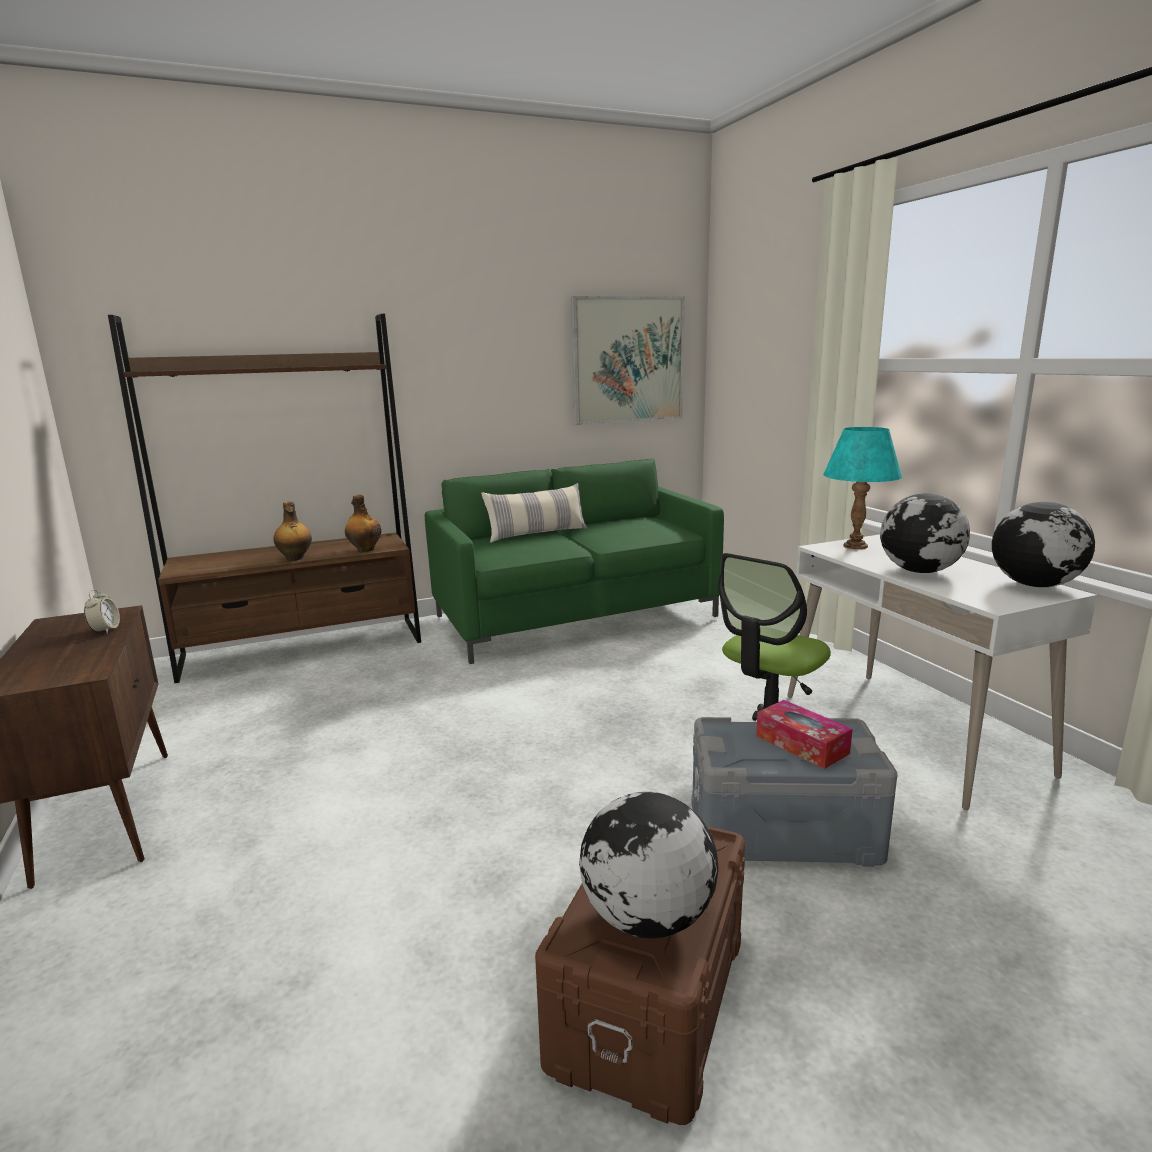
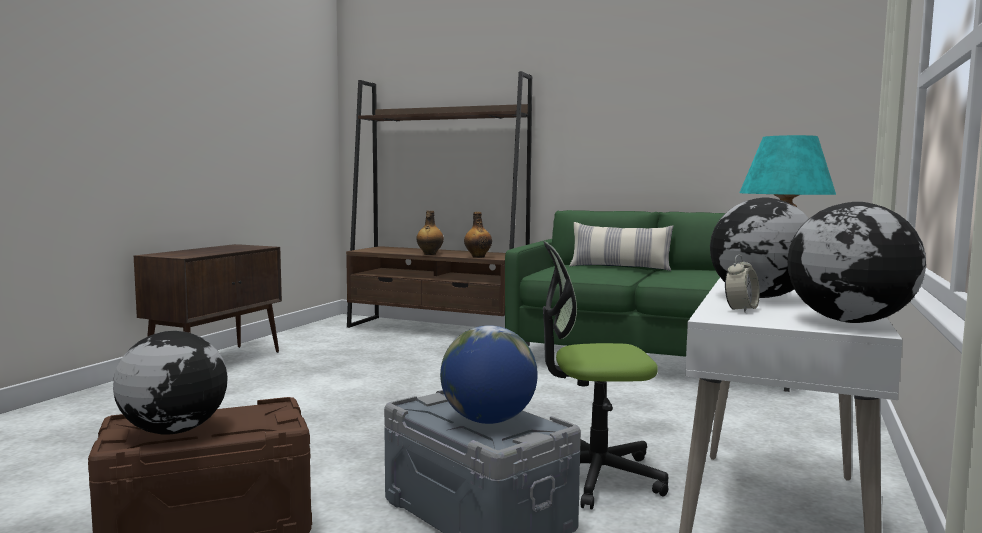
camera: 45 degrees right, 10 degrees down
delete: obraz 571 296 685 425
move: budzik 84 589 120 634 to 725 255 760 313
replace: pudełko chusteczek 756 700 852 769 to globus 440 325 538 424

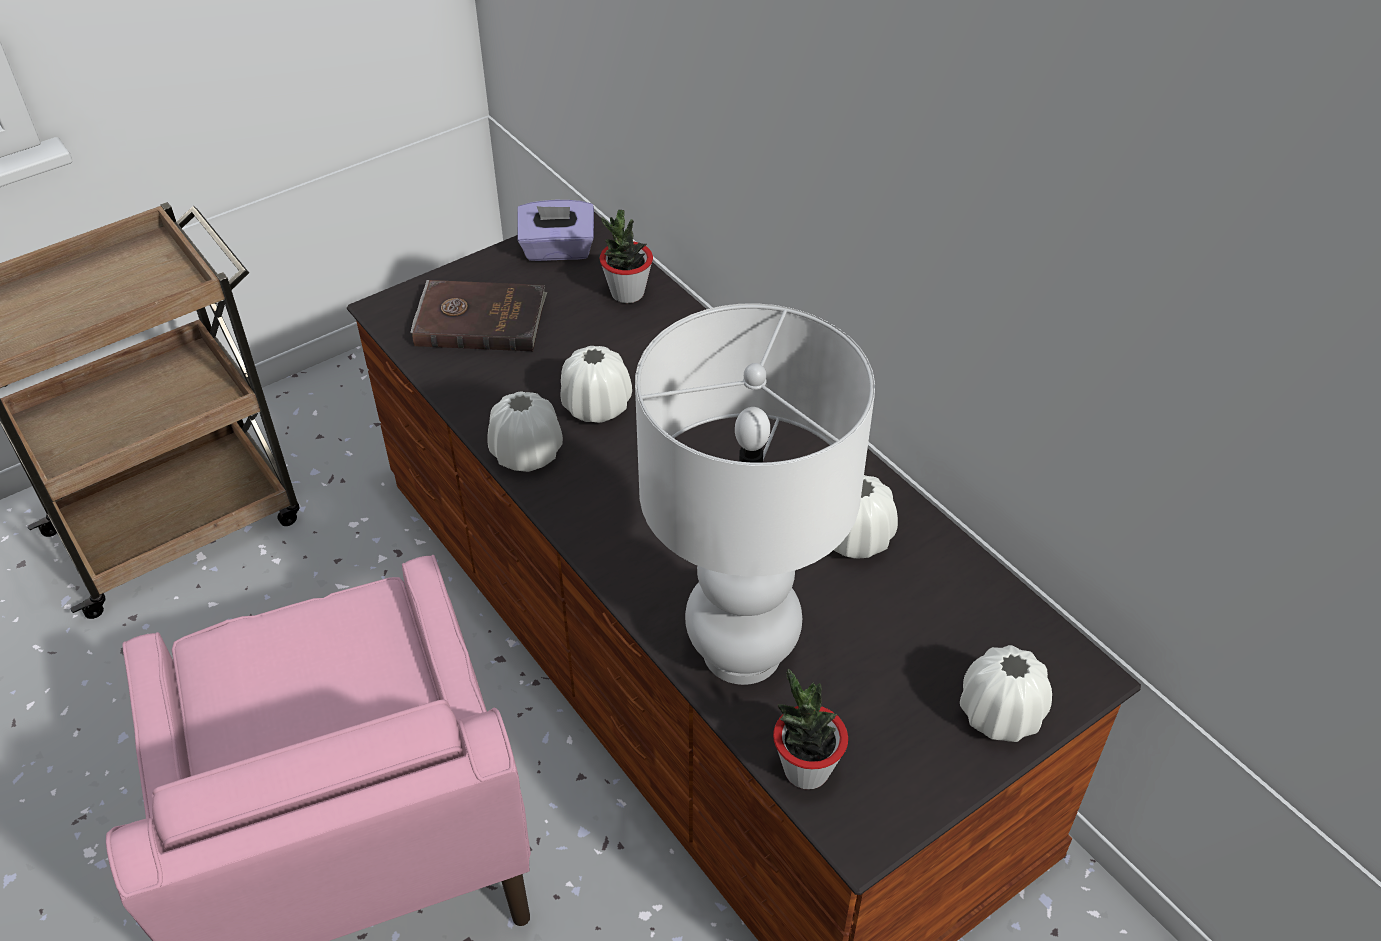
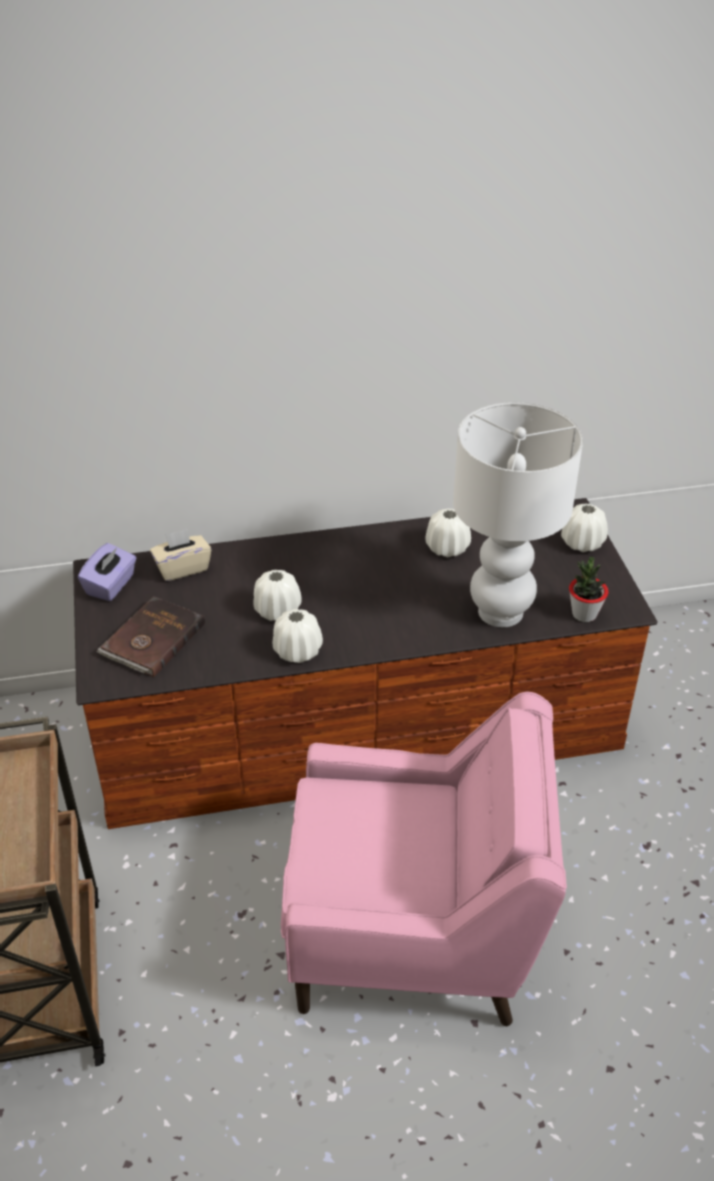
camera: 65 degrees left, 5 degrees down
replace: roślina doniczkowa 600 210 653 303 to pudełko chusteczek (beżowy) 150 529 212 581

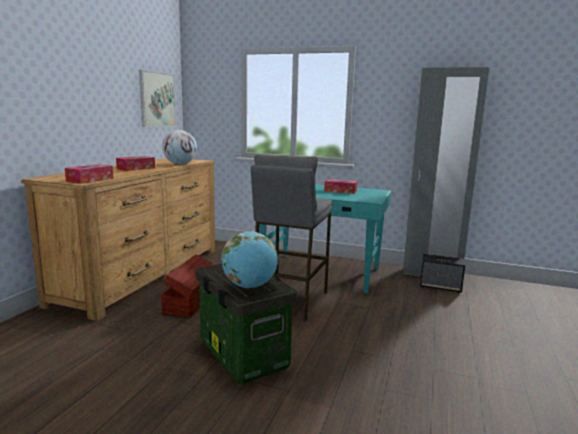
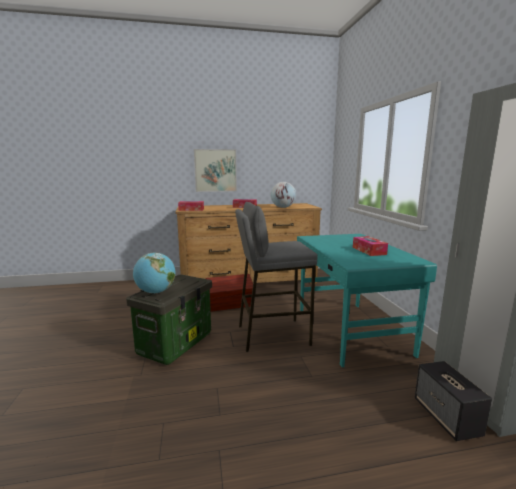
camera: 60 degrees right, 0 degrees up
move: obraz 139 70 176 127 to 194 149 237 192

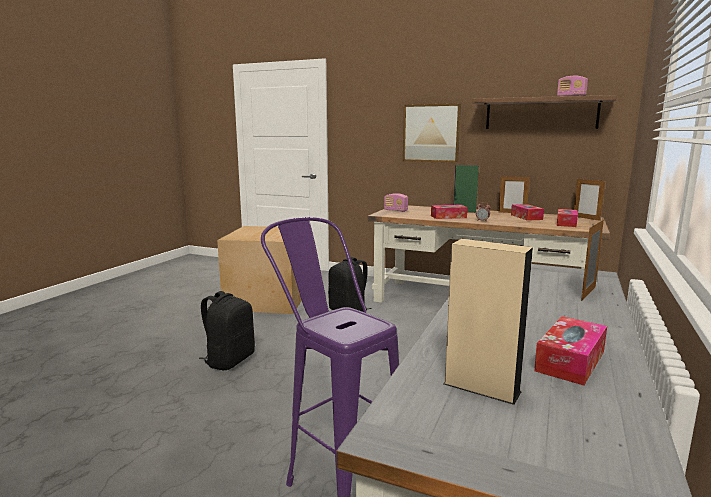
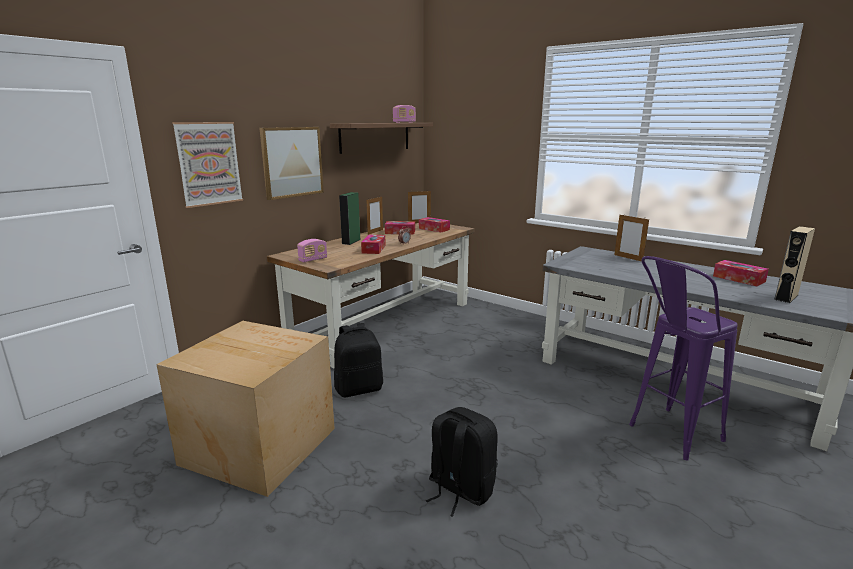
camera: 75 degrees left, 5 degrees up
insert: obraz 172 122 243 208

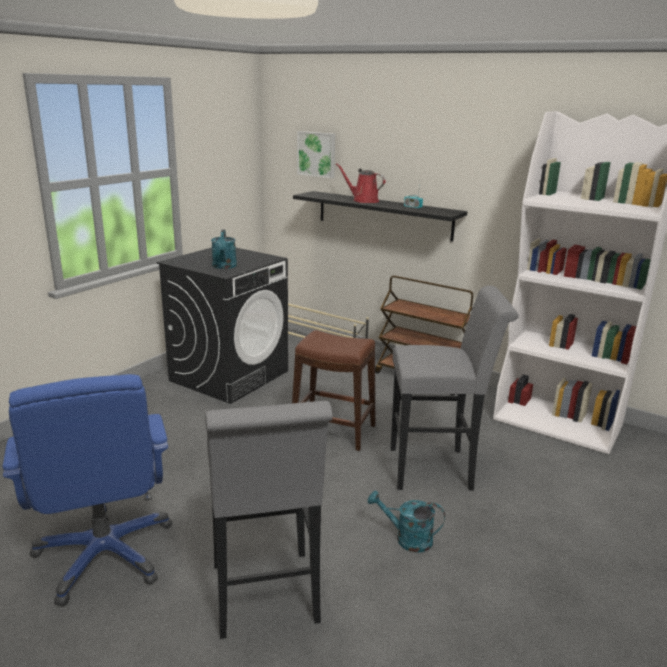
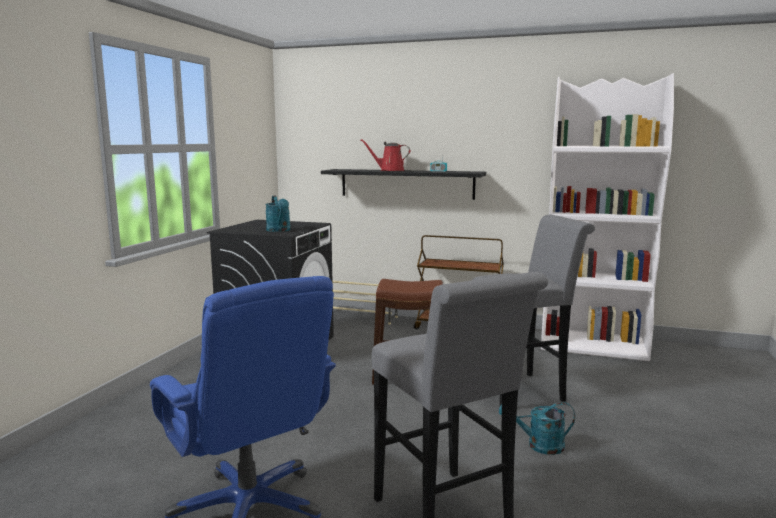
camera: 15 degrees left, 10 degrees down
delete: obraz 297 131 335 178

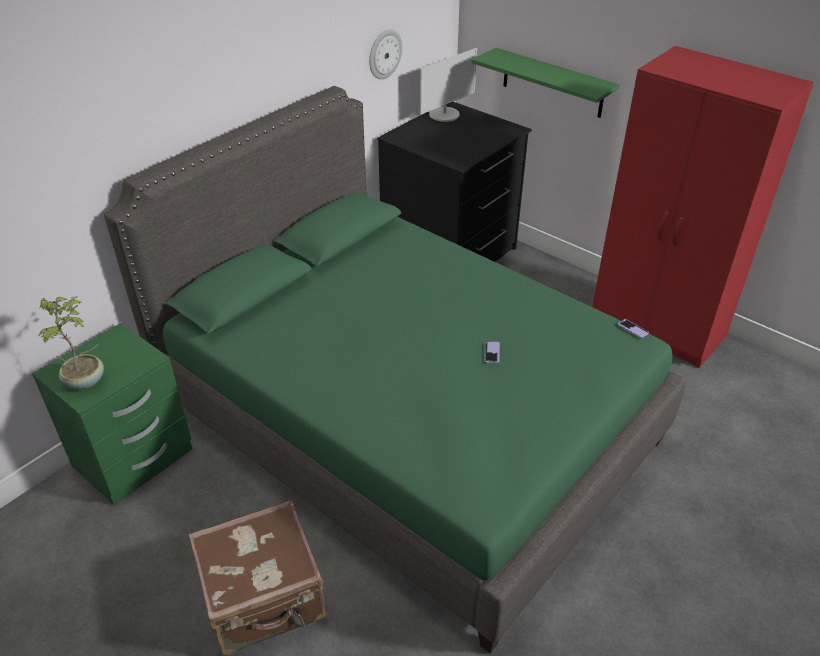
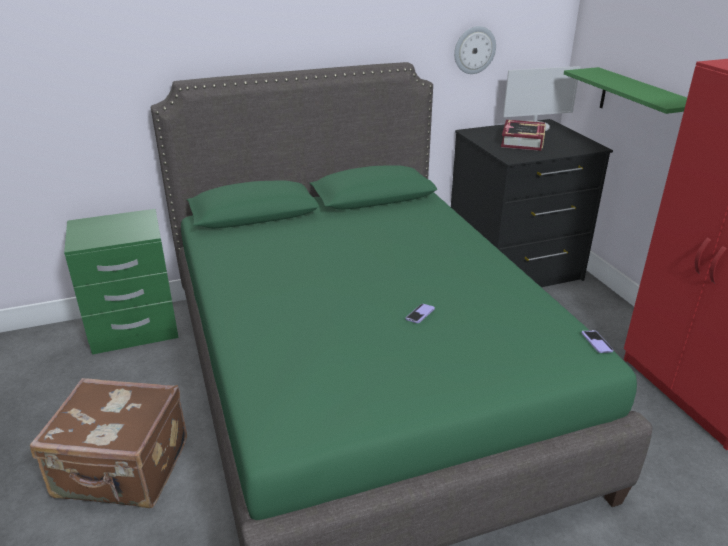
camera: 30 degrees right, 10 degrees down
delete: roślina doniczkowa 38 296 104 390
insert: książka 501 120 546 151

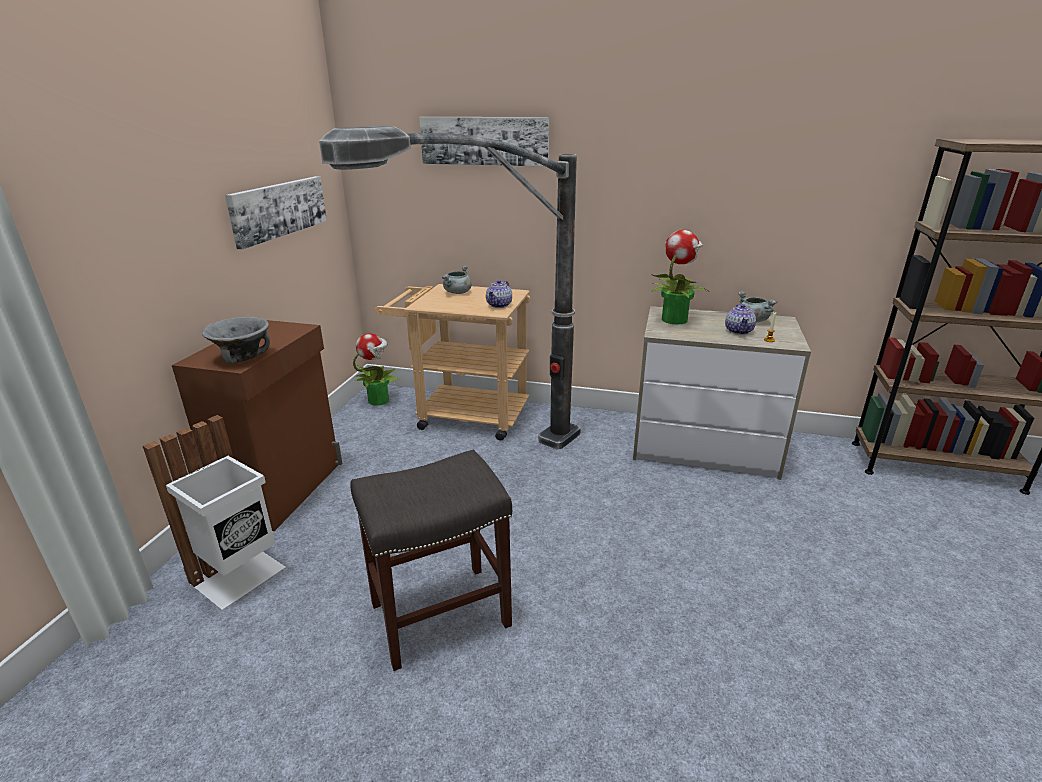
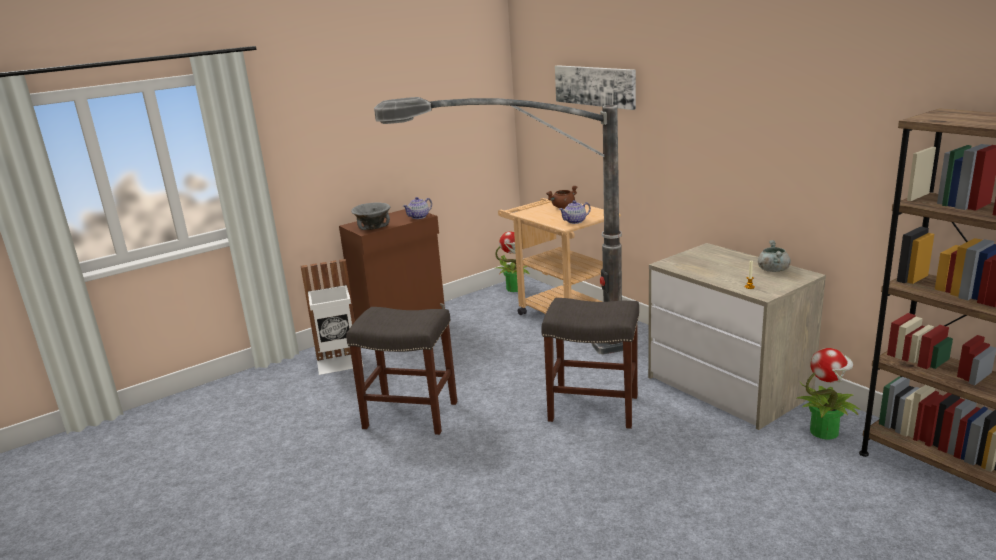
camera: 40 degrees right, 5 degrees down
delete: obraz 225 176 327 249
insert: stołek (szary) 541 298 639 429
move: roślina doniczkowa 651 230 708 324 to 796 348 860 439; imbryk 725 304 756 335 to 403 197 432 219
recolor: garnek (szary) 442 265 471 294 to garnek (brązowy) 546 186 578 209

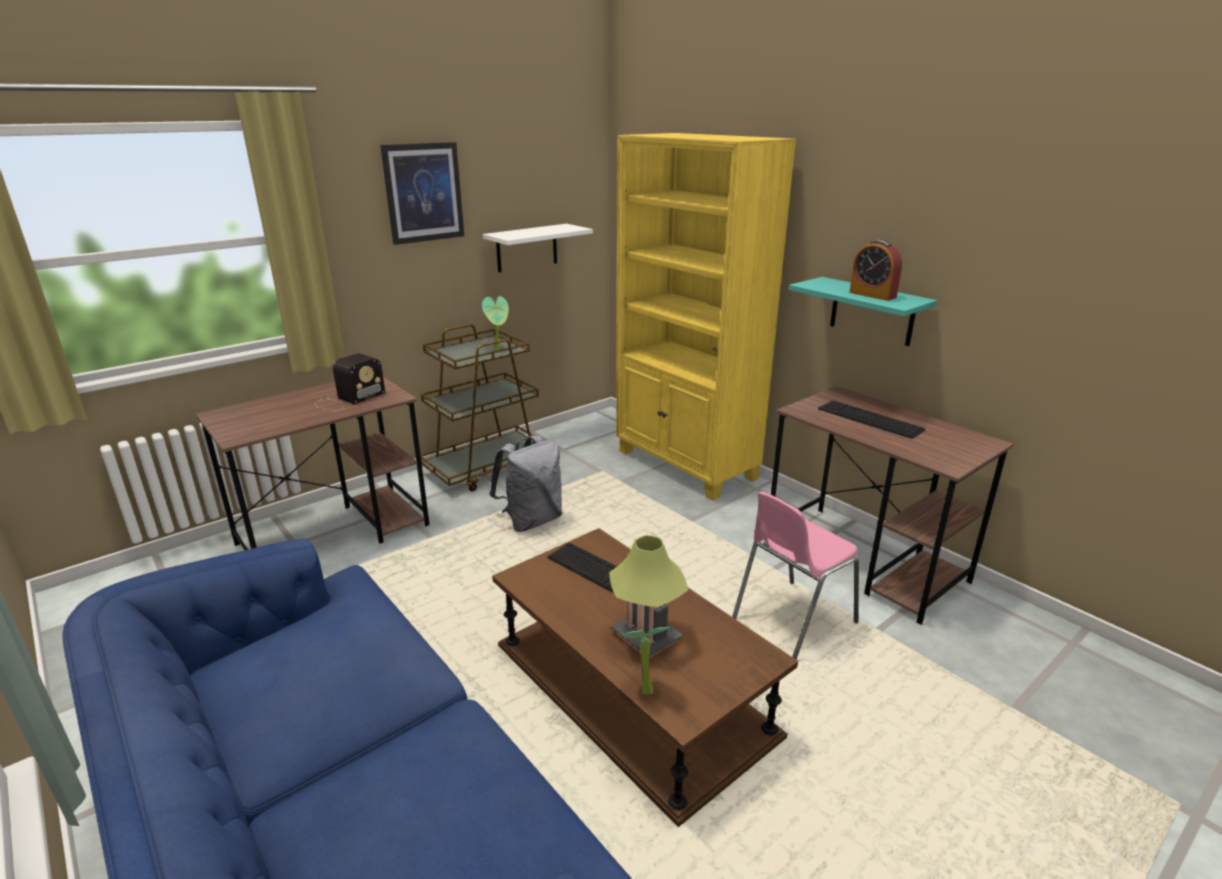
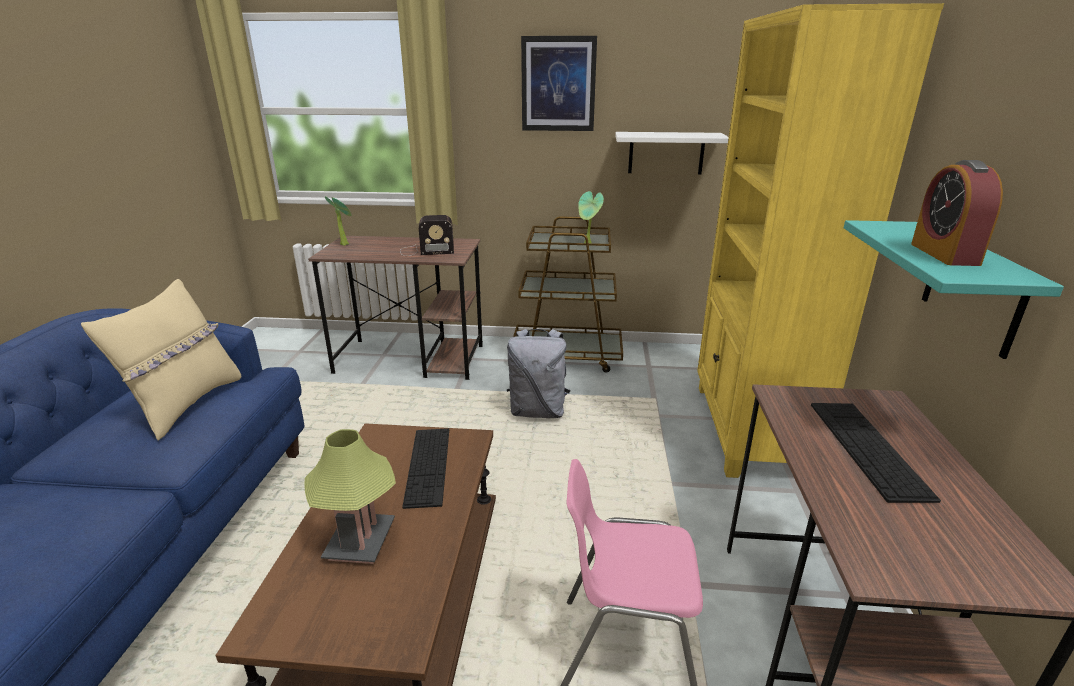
camera: 45 degrees right, 0 degrees up
insert: poduszka (beżowy) 81 279 241 441
move: roślina doniczkowa 622 627 671 695 to 325 196 352 246

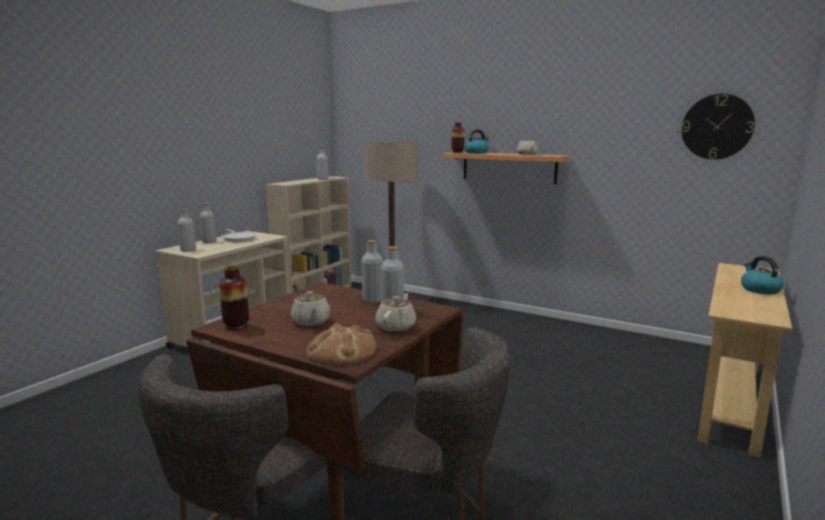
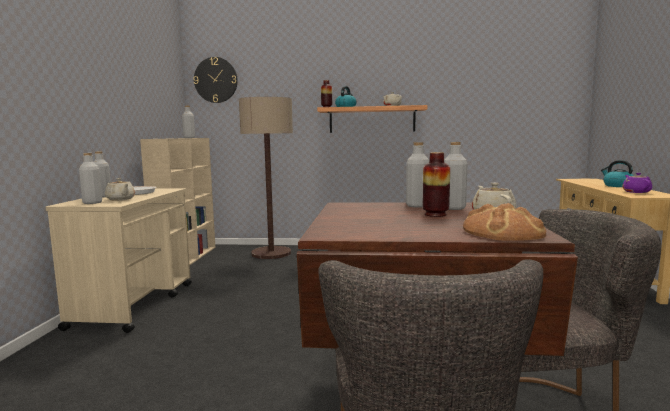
camera: 25 degrees left, 5 degrees down
insert: imbryk (fioletowy) 622 173 652 193
move: wazon 219 266 249 330 to 423 152 450 217; imbryk (beżowy) 291 291 331 326 to 105 178 135 200; zegar ścienny 682 94 755 159 to 193 57 238 103

